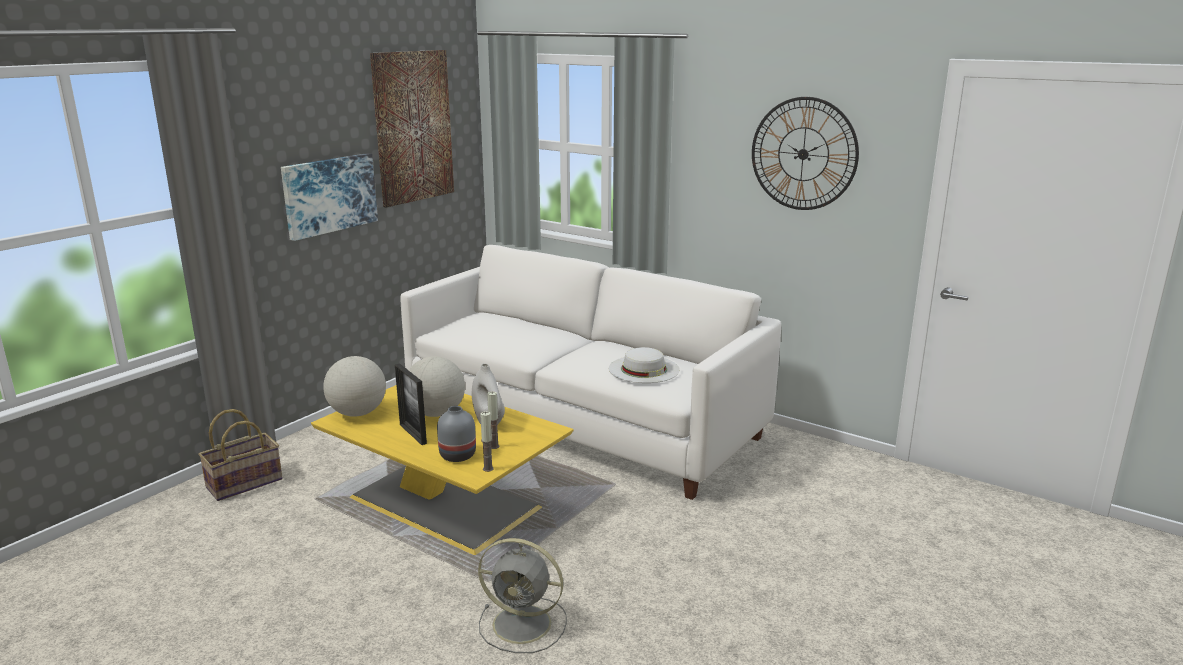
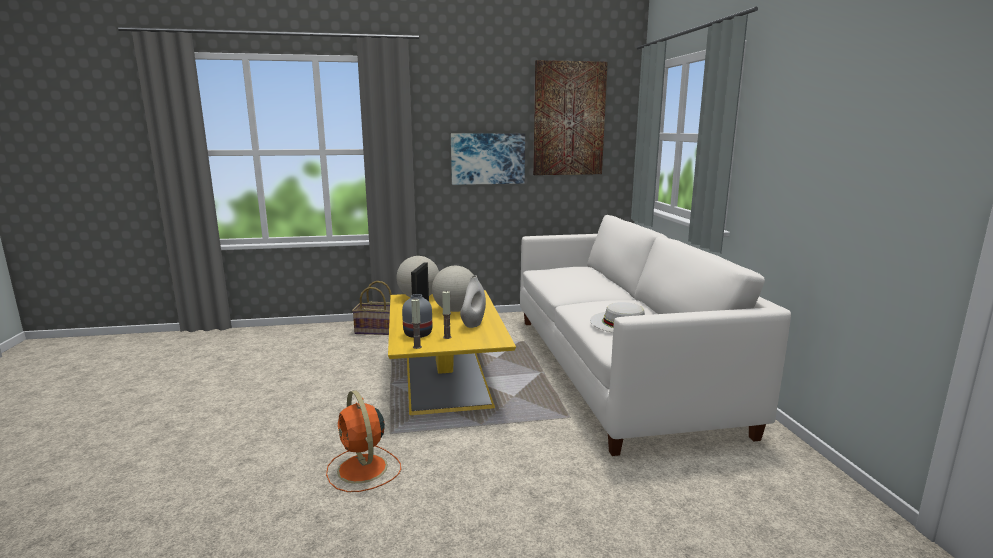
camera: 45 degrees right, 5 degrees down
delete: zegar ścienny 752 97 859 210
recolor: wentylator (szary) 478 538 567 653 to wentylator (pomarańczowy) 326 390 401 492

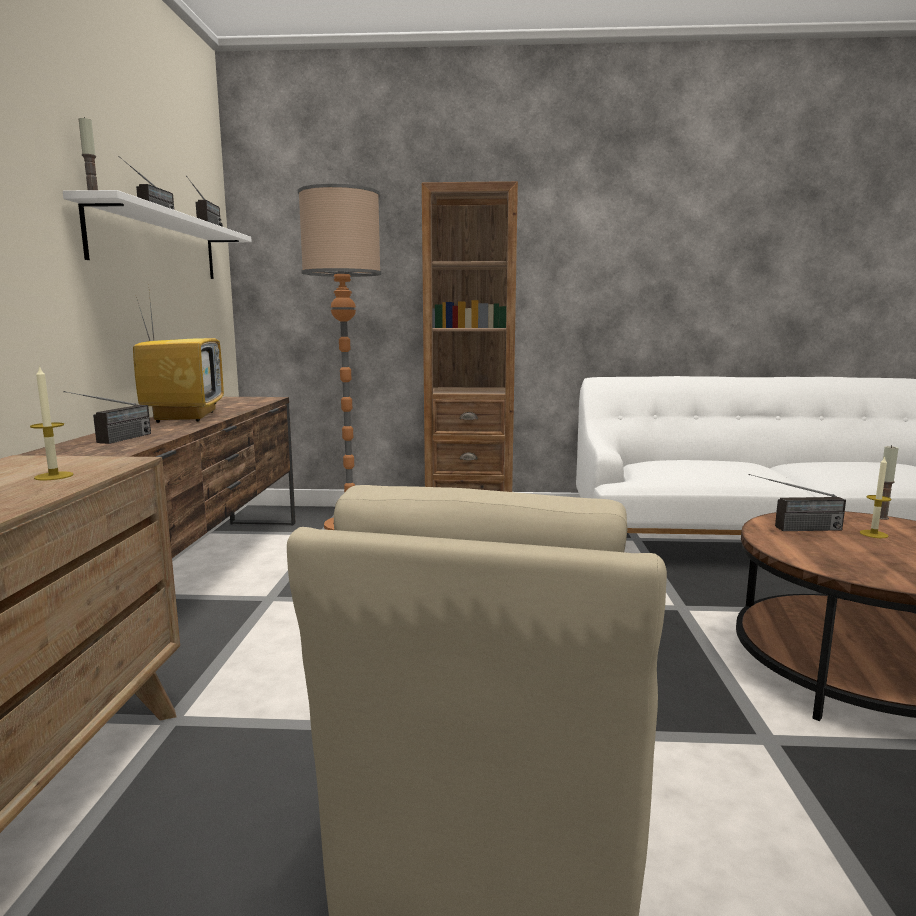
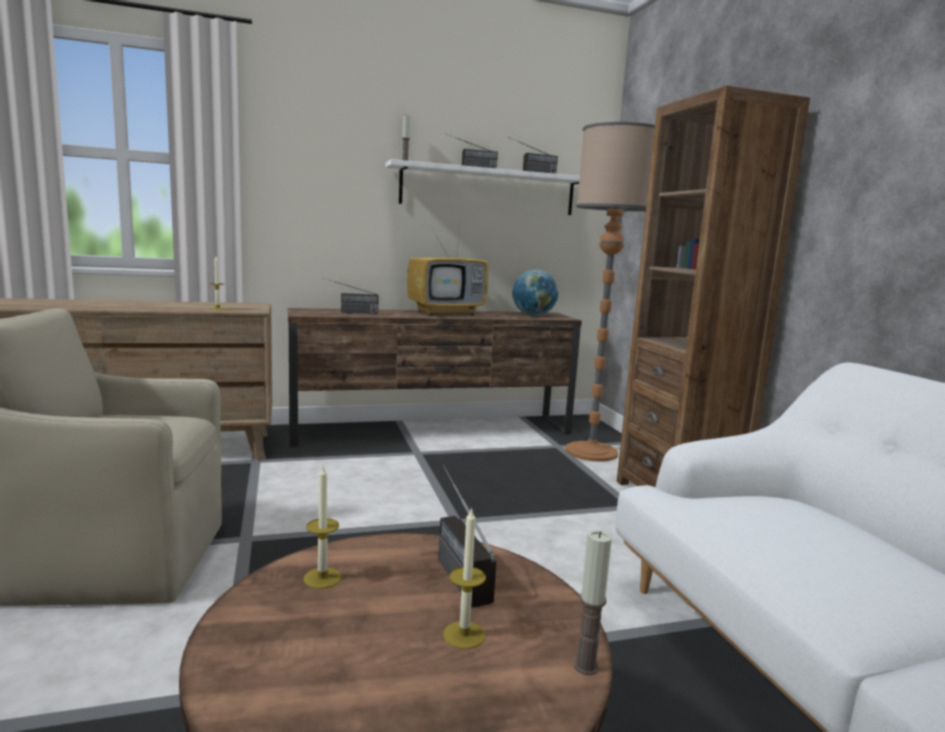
camera: 70 degrees right, 0 degrees up
insert: świeca 303 466 341 589; globus 512 269 559 316

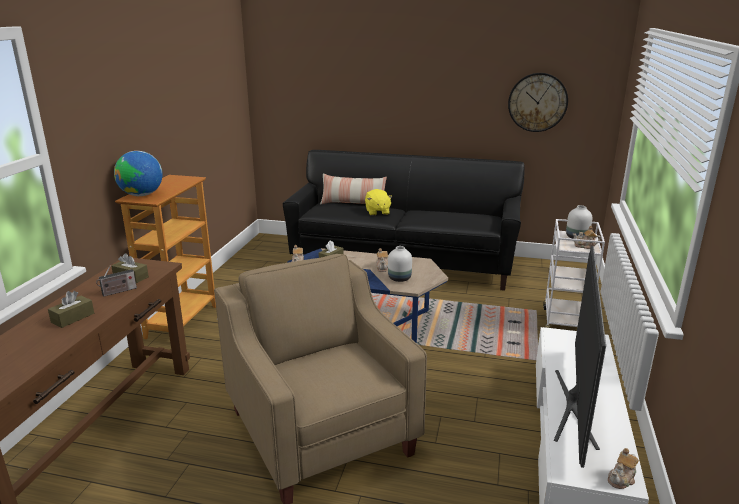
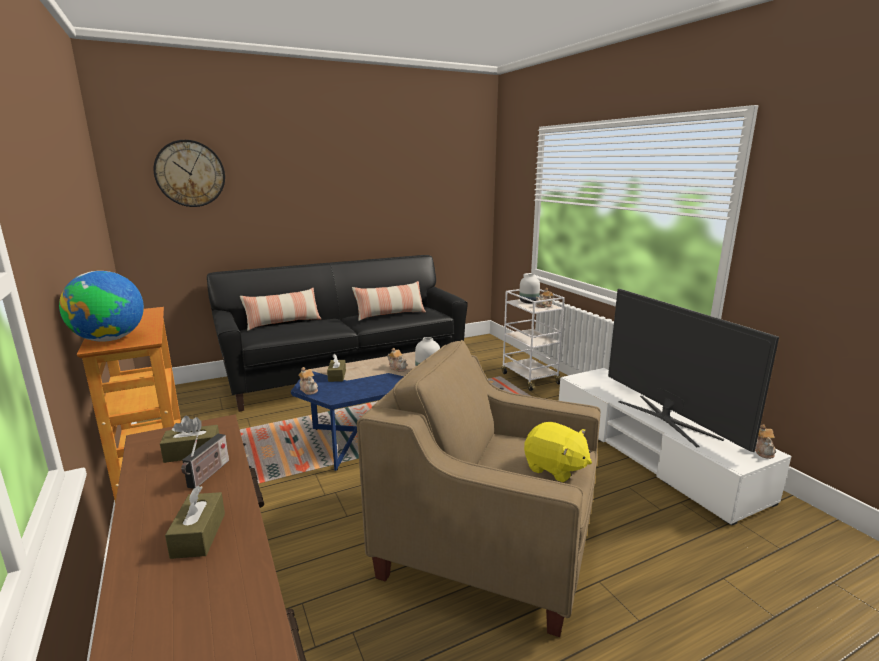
camera: 40 degrees left, 5 degrees down
insert: poduszka 352 281 426 321
move: pluszak (żółty) 365 189 393 216 to 524 422 592 483; zegar ścienny 508 73 568 132 to 154 140 225 207

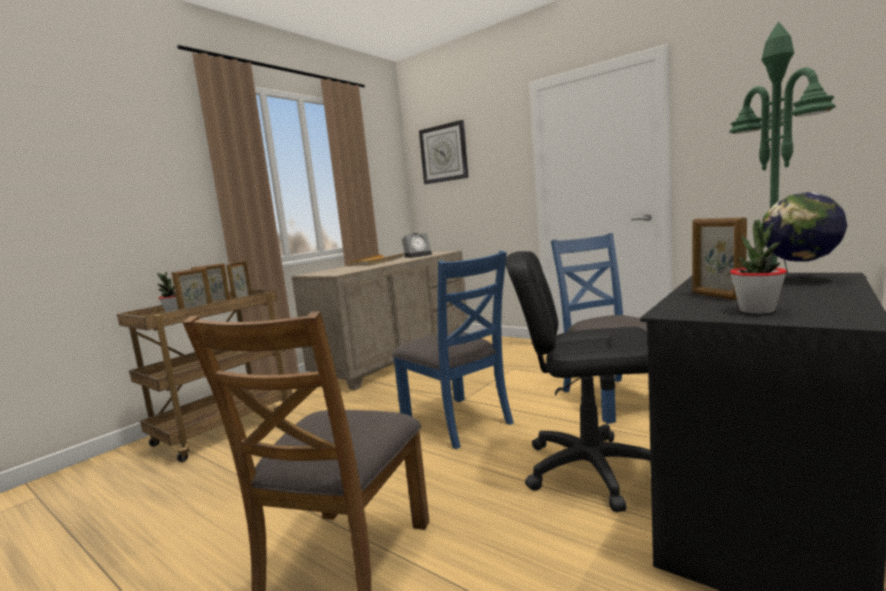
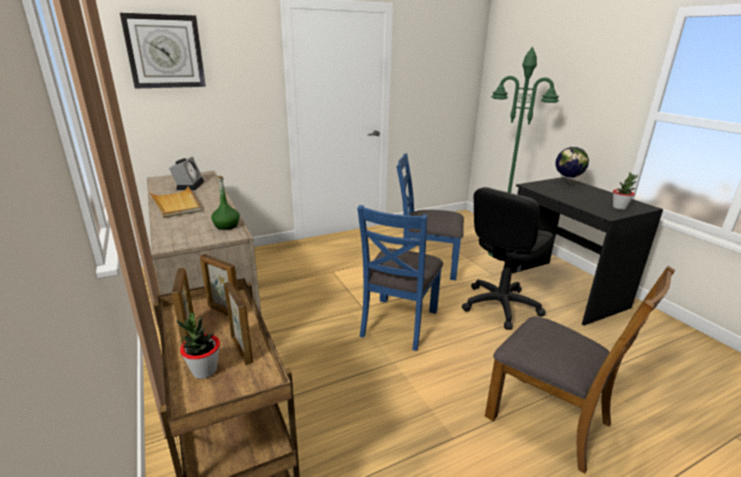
camera: 65 degrees left, 15 degrees up
delete: ramka na zdjęcie 692 217 747 300
insert: butelka (zielony) 211 176 240 230
rotate: krzesło (niebieski) 392 250 514 449 = 357 205 443 351 120 degrees clockwise

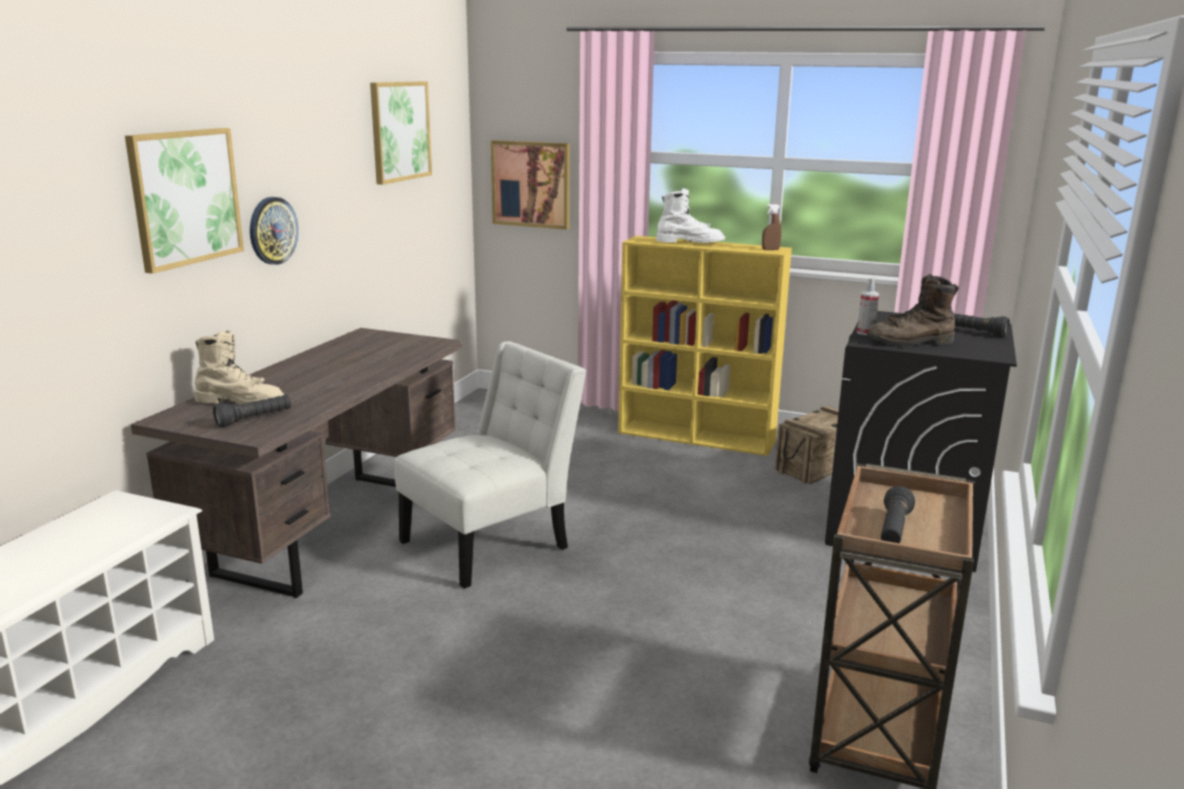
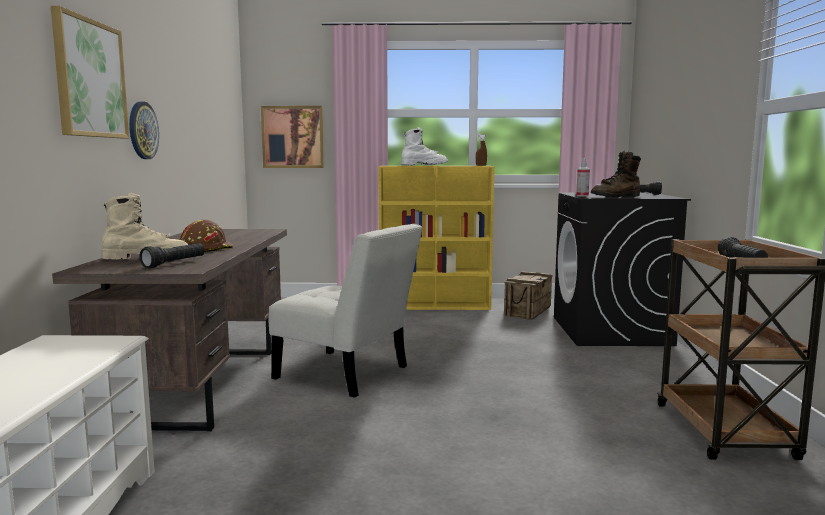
camera: 20 degrees left, 10 degrees down
delete: obraz 370 82 432 185
insert: kask (brązowy) 180 220 233 252
rotate: krzesło (biały) 394 341 586 589 = 269 224 423 398 90 degrees clockwise

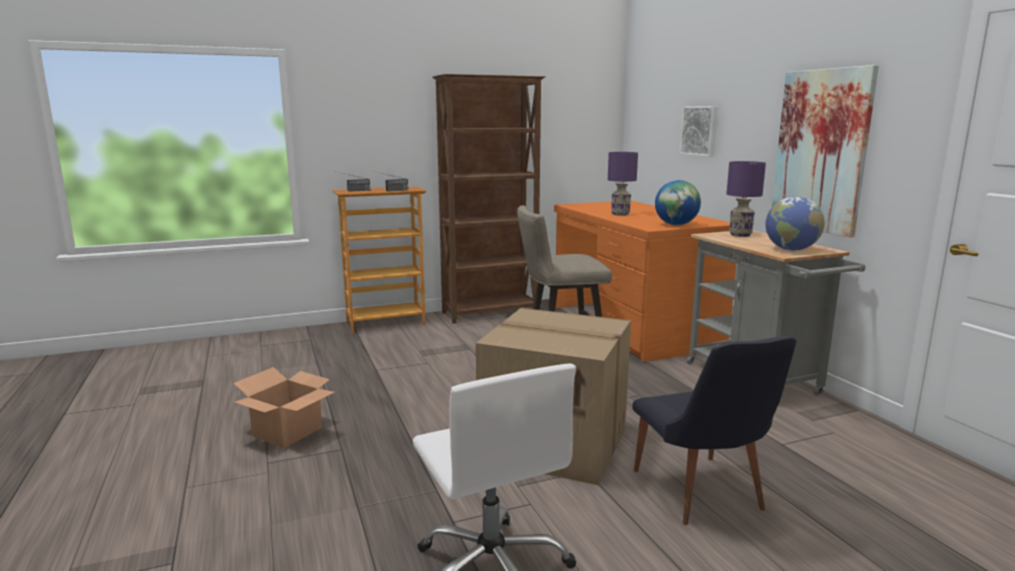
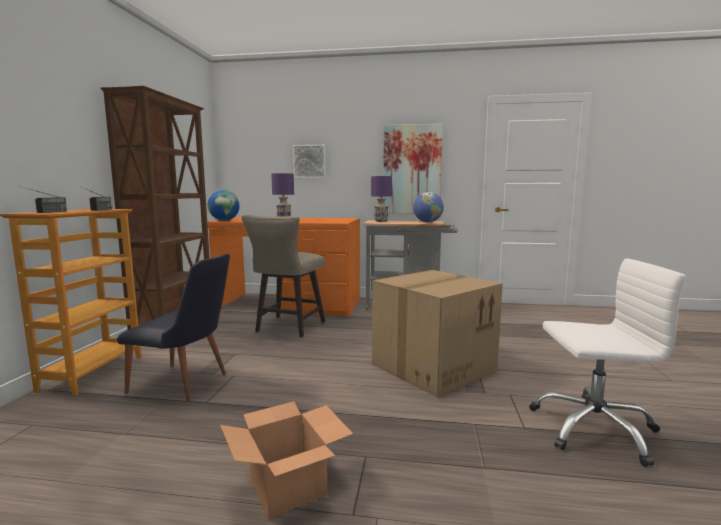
camera: 60 degrees left, 5 degrees down
move: krzesło (czarny) 632 336 797 525 to 117 254 230 402; globus 655 180 701 225 to 208 190 240 221

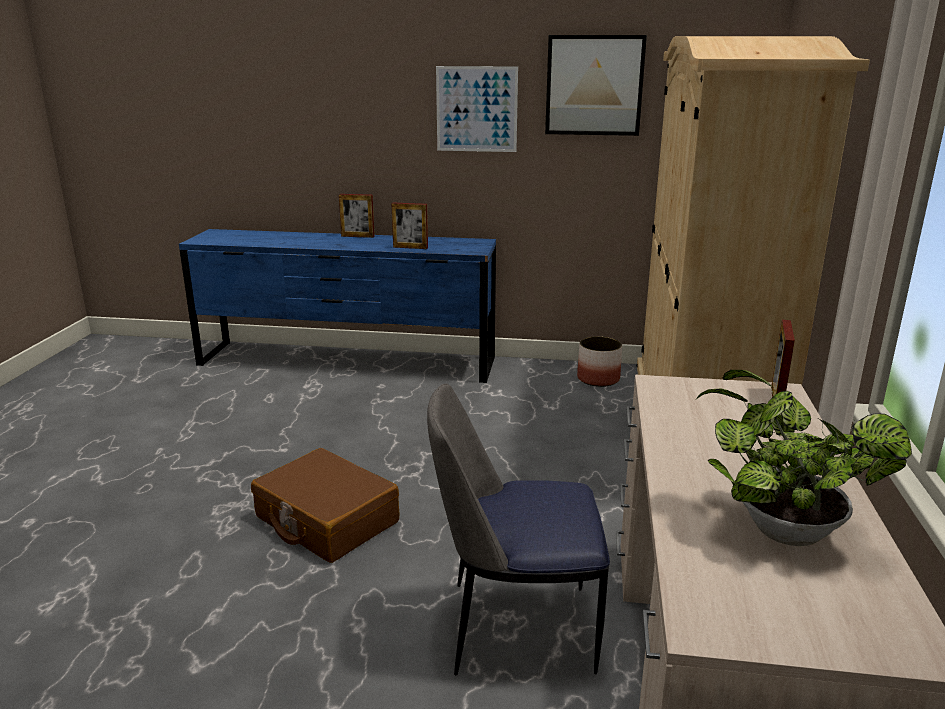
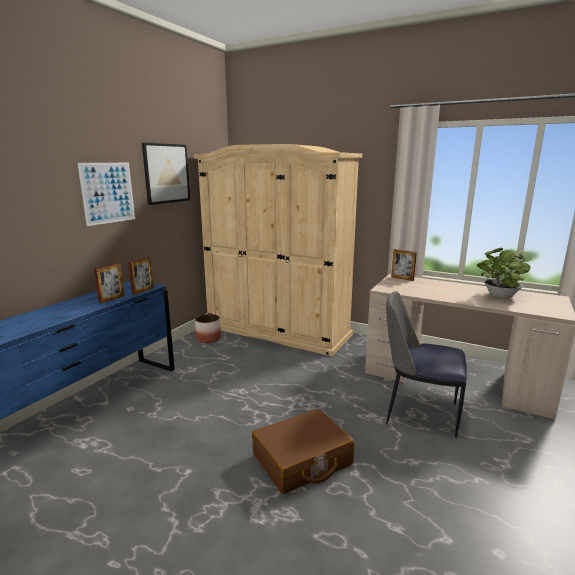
camera: 70 degrees left, 5 degrees down
move: ramka na zdjęcie 339 194 375 238 to 128 257 154 295
rotate: krzesło 427 384 610 675 = 386 291 467 438 90 degrees clockwise

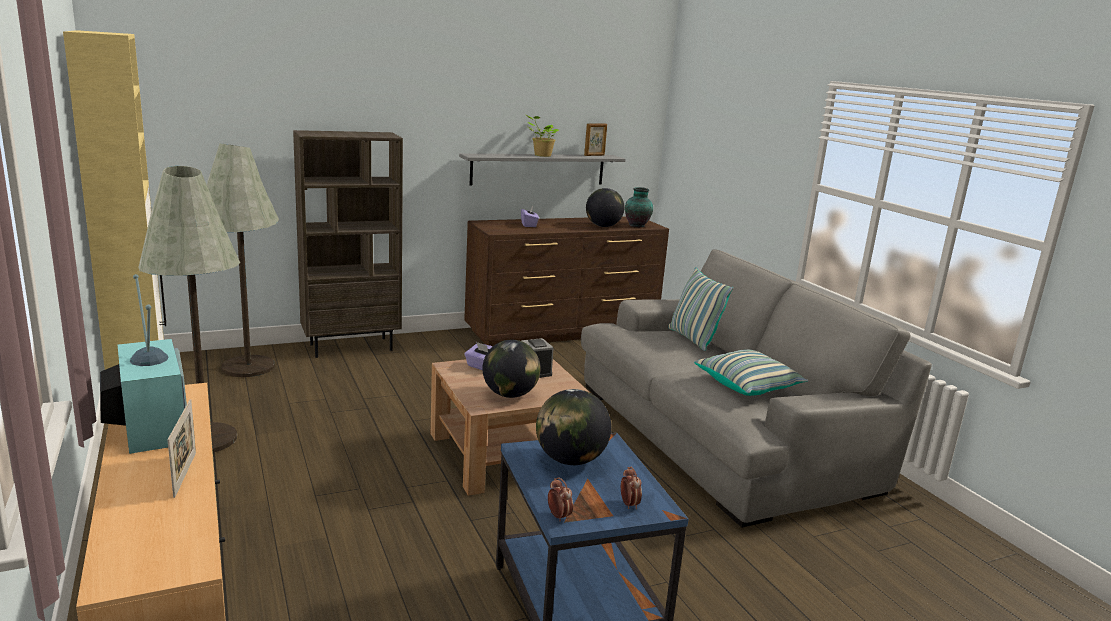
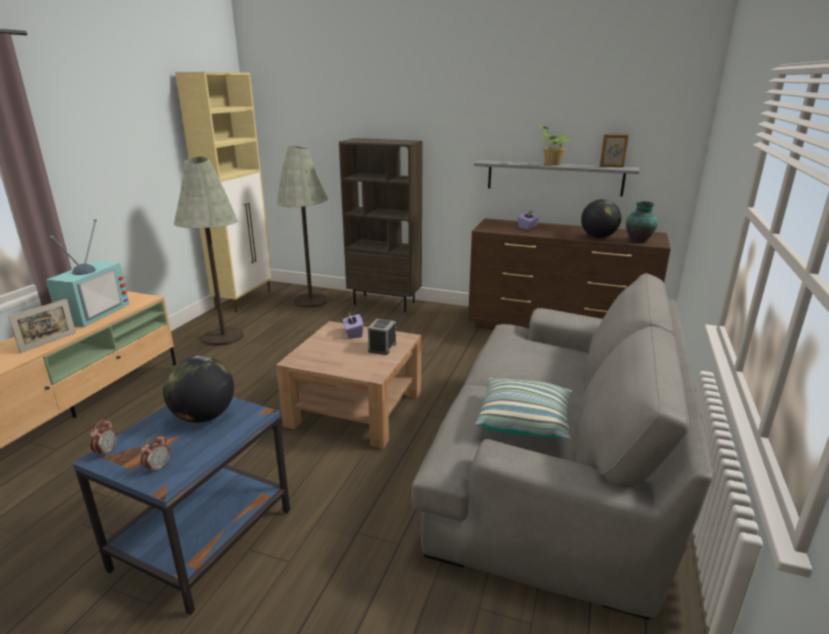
camera: 45 degrees right, 5 degrees up
delete: globus 482 340 541 398; poduszka 668 267 733 351

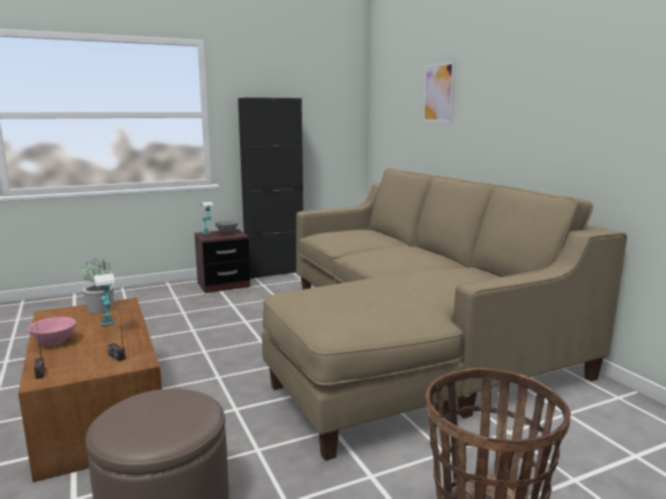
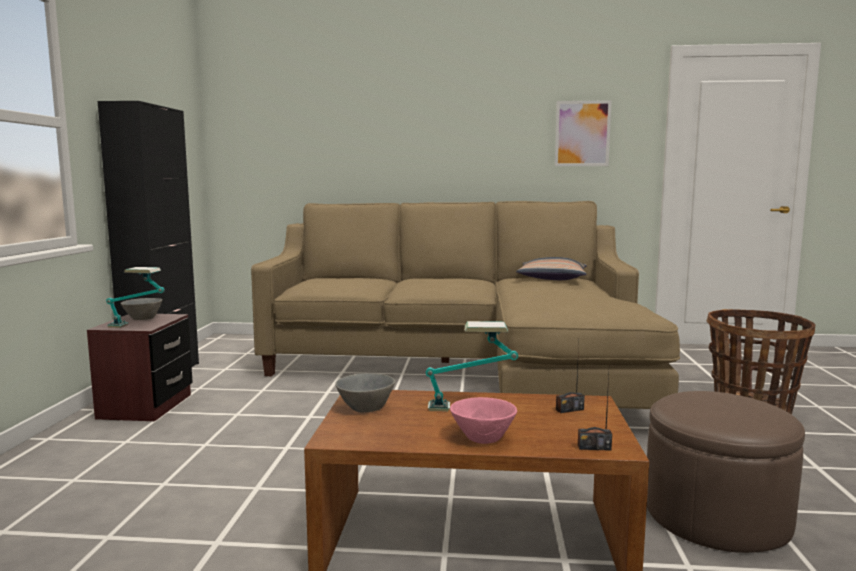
camera: 60 degrees left, 5 degrees down
insert: poduszka 516 257 587 280
move: obraz 423 61 455 123 to 555 100 612 166
replace: roślina doniczkowa 81 259 114 313 to miska (szary) 335 373 396 412

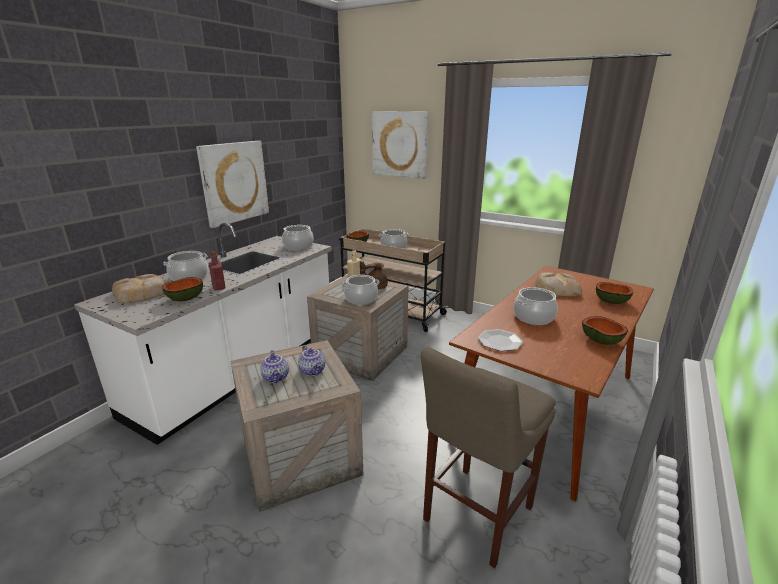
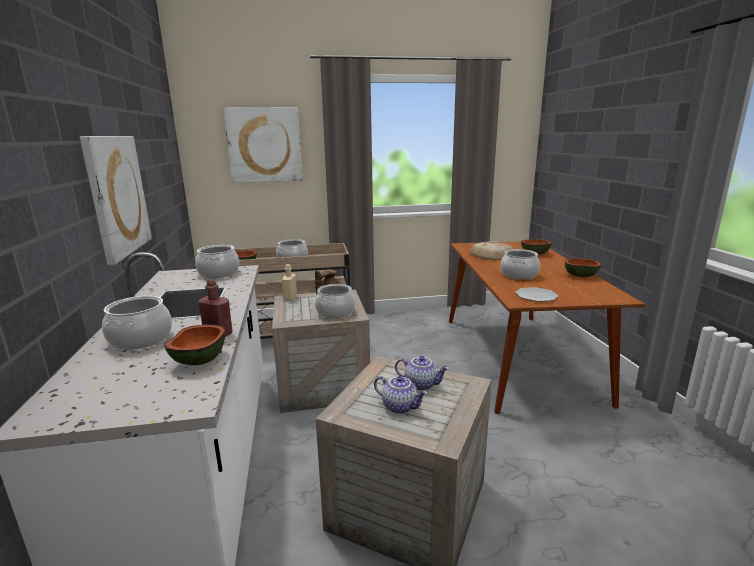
camera: 40 degrees left, 5 degrees down
delete: chleb 112 274 165 303; stołek (beżowy) 421 347 556 568

